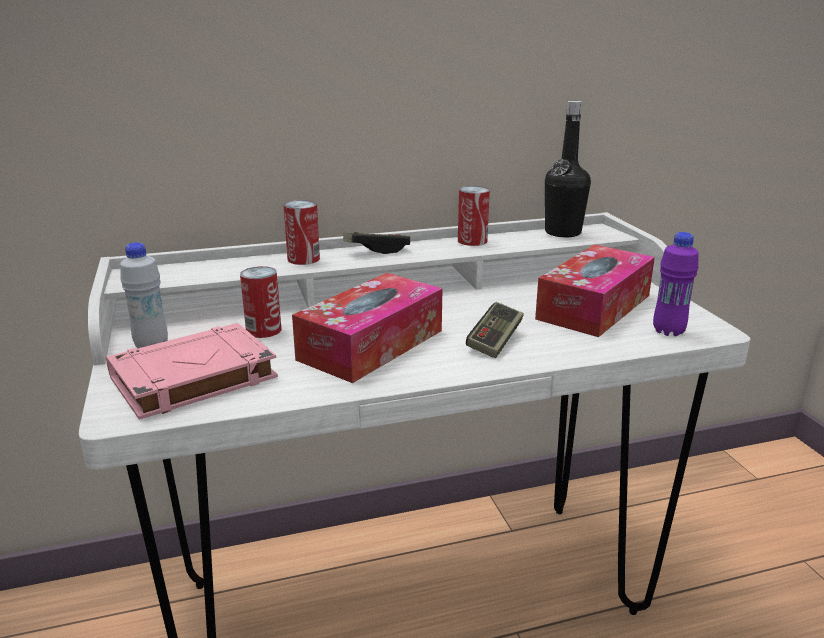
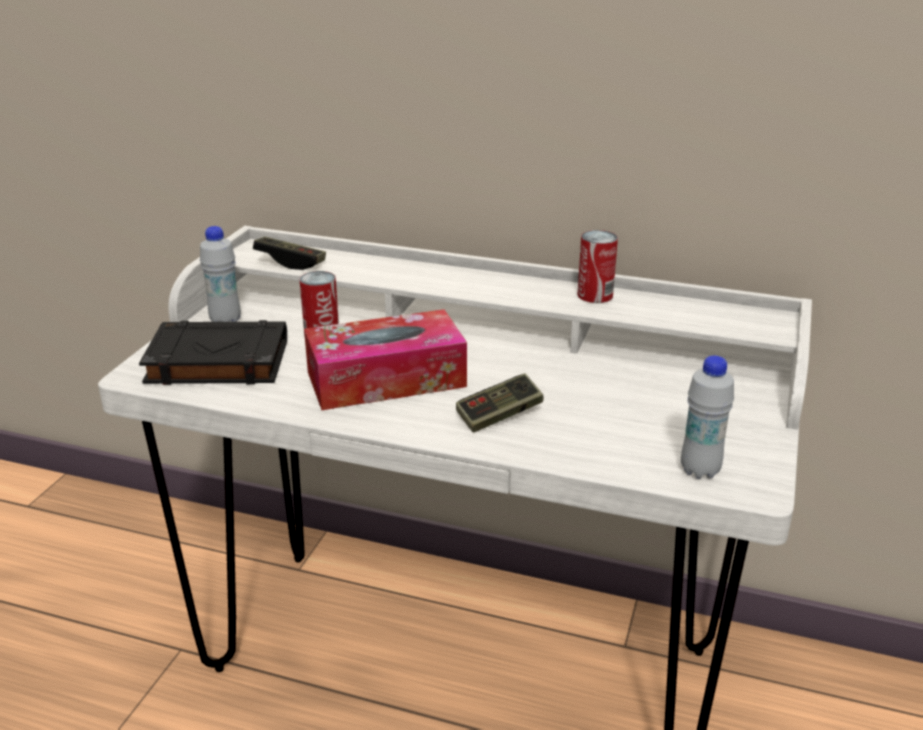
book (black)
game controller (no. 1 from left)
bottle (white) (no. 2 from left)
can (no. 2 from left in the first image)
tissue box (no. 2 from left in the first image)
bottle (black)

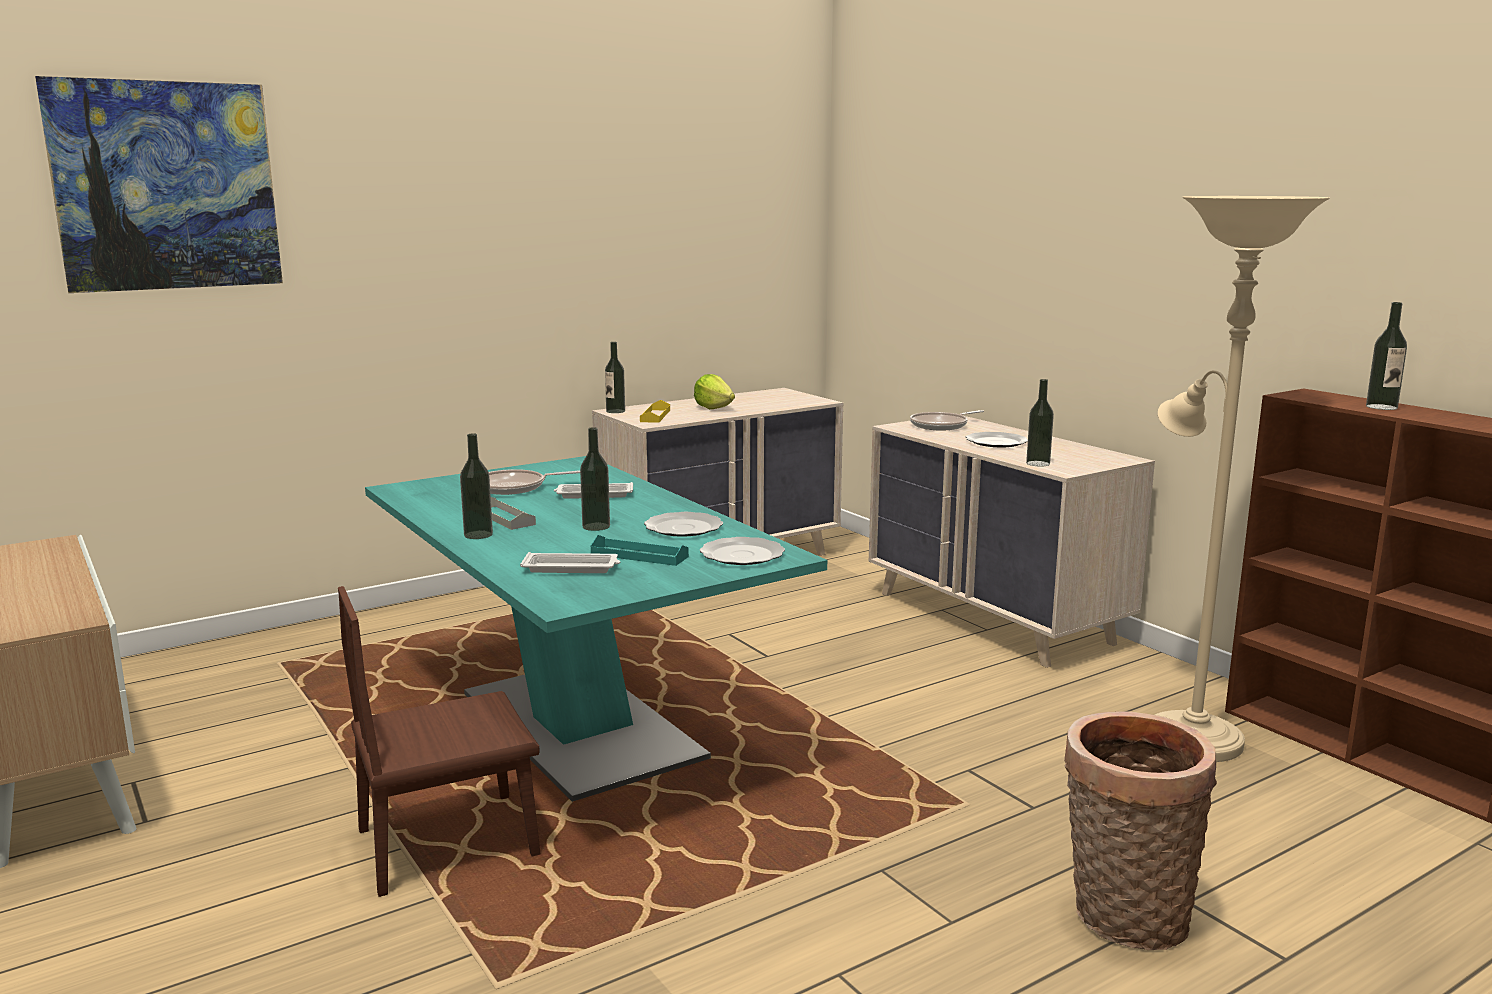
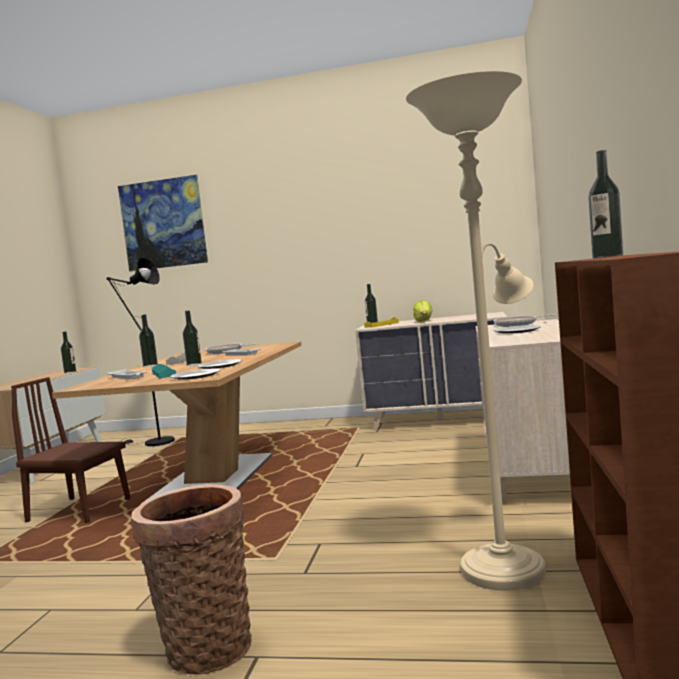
dining table (brown)
bottle (no. 1 from left)
floor lamp (black)

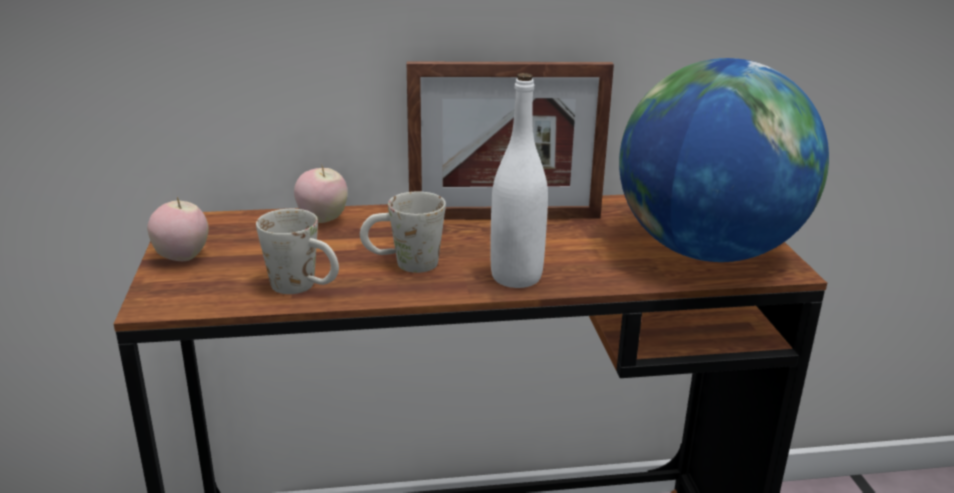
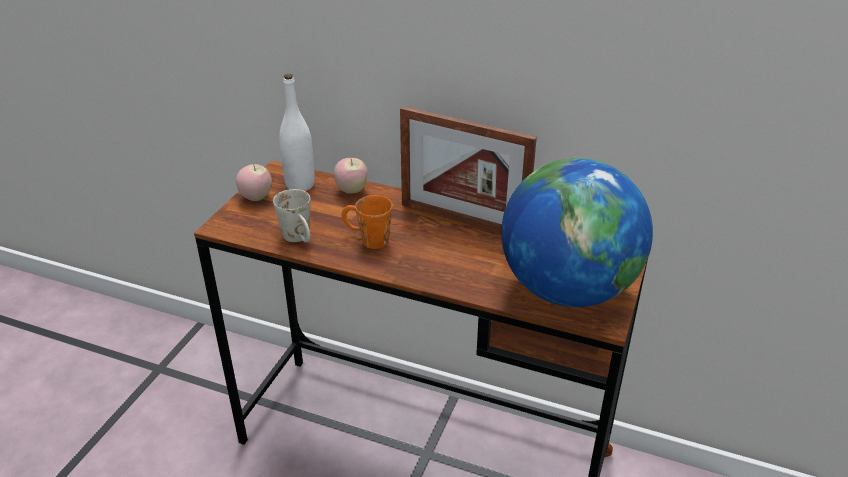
bottle (white)
mug (orange)

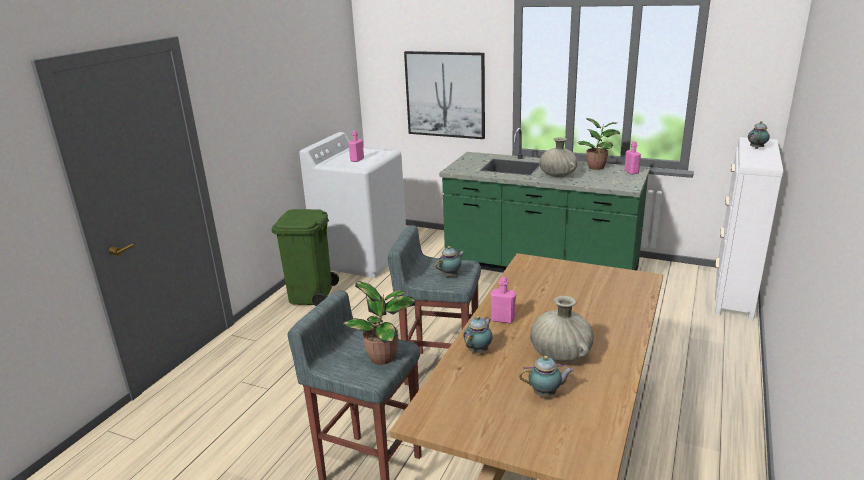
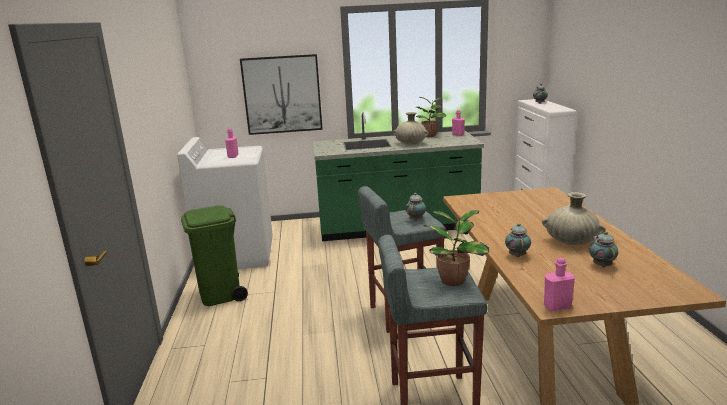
bottle (pink) (no. 3 from left)
teapot (no. 4 from left)

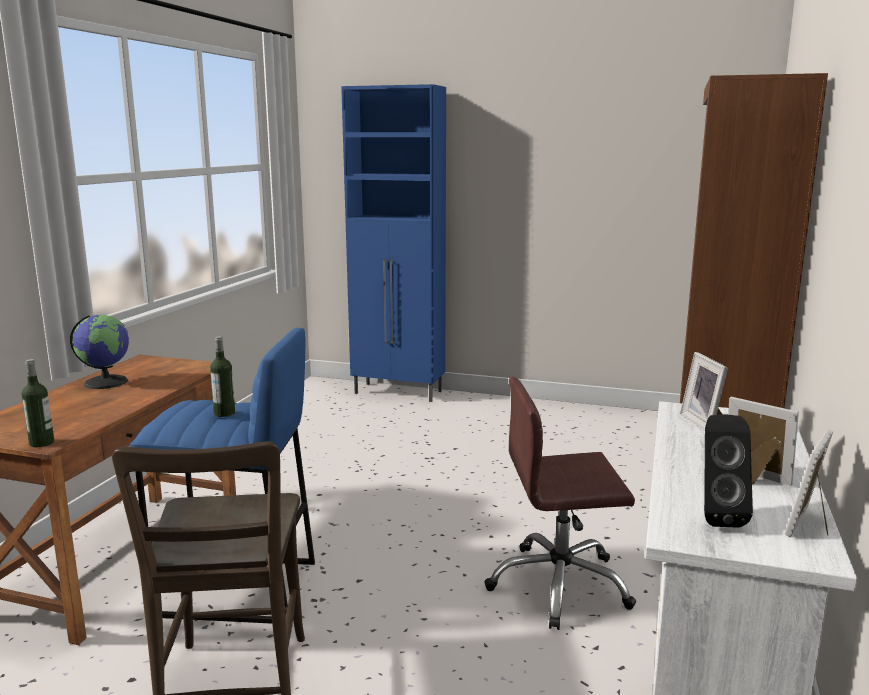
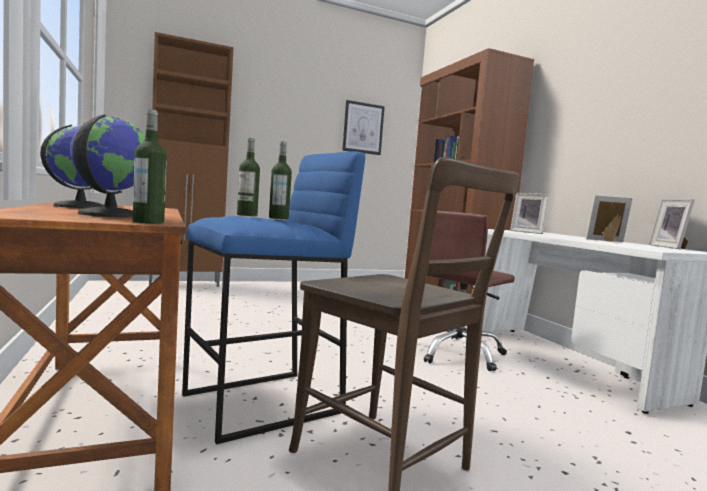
globe (no. 2 from left)
cabinet (brown)
bottle (no. 2 from left)
picture
speaker (black)

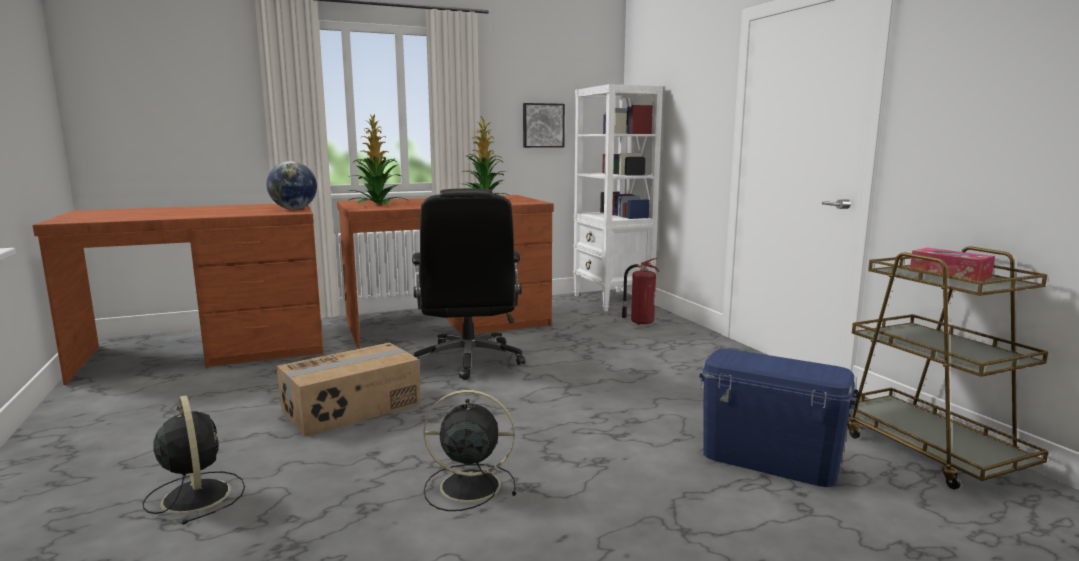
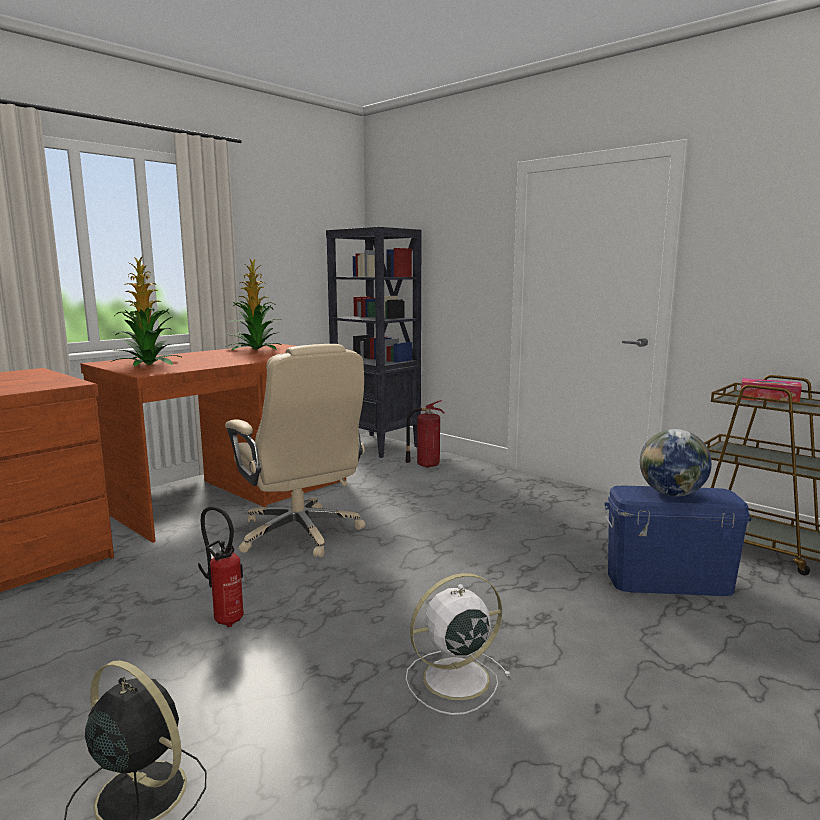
fire extinguisher (no. 1 from left)
office chair (beige)
bookcase (black)
fan (white)
globe
picture

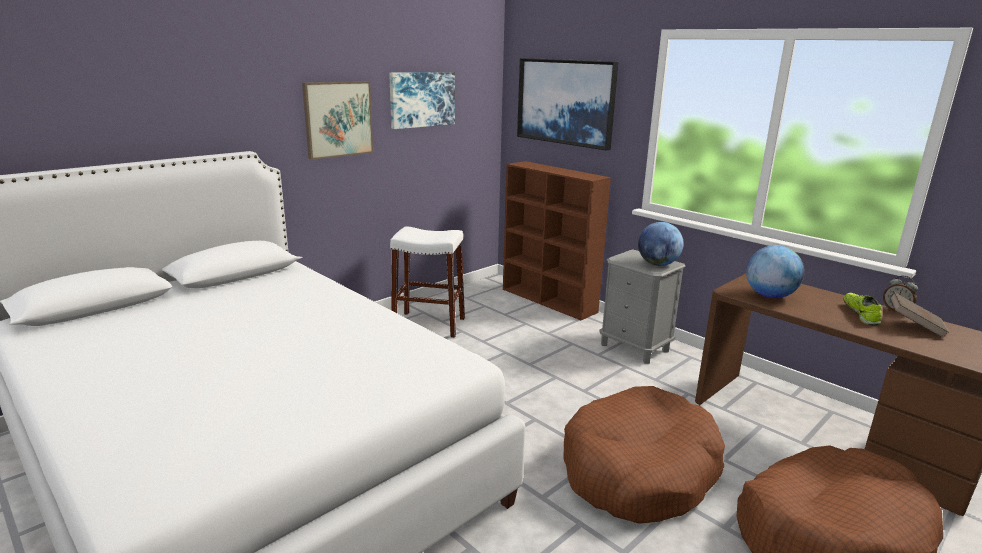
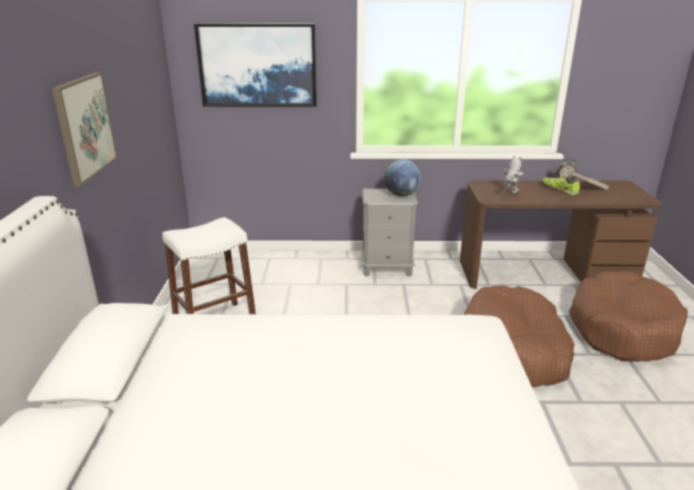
toy robot
picture (no. 2 from left in the first image)
bookcase (brown)

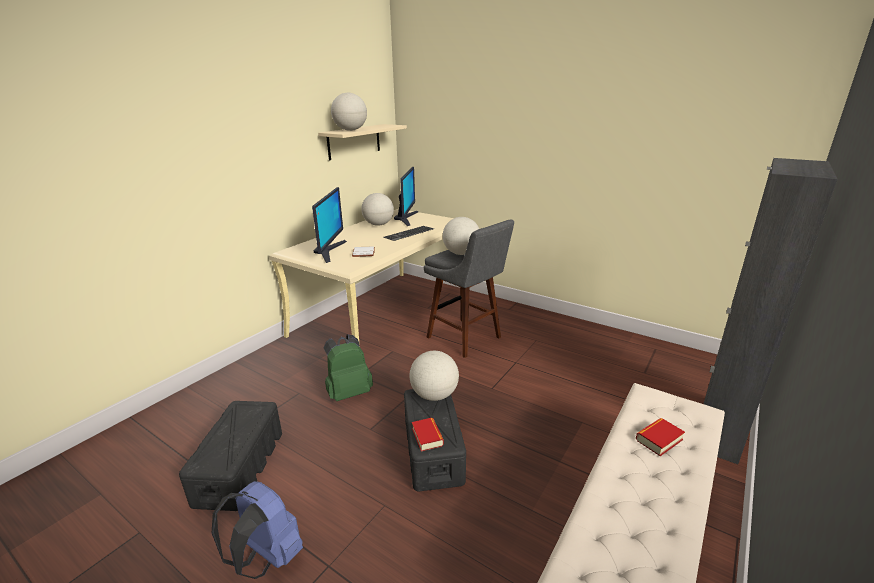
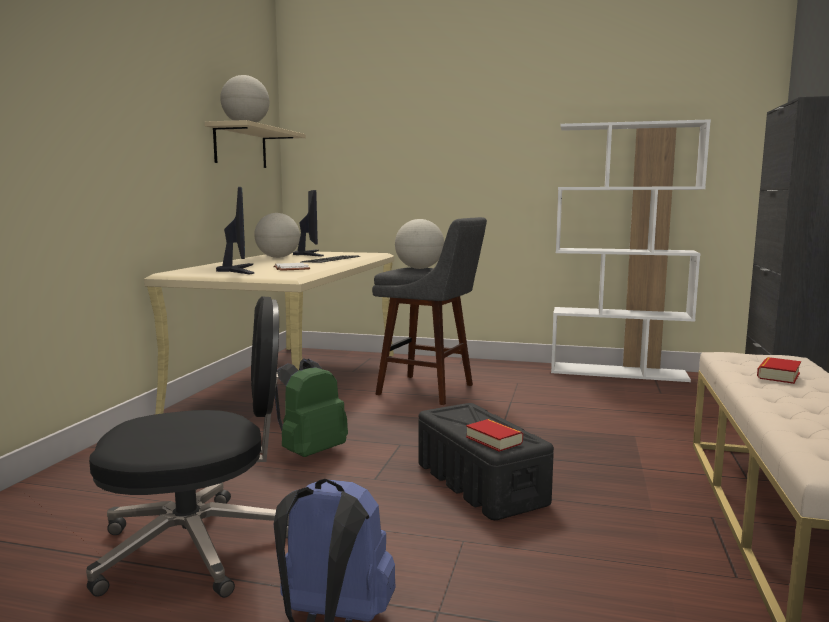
office chair (black)
bookcase (white)
globe (no. 3 from left in the first image)

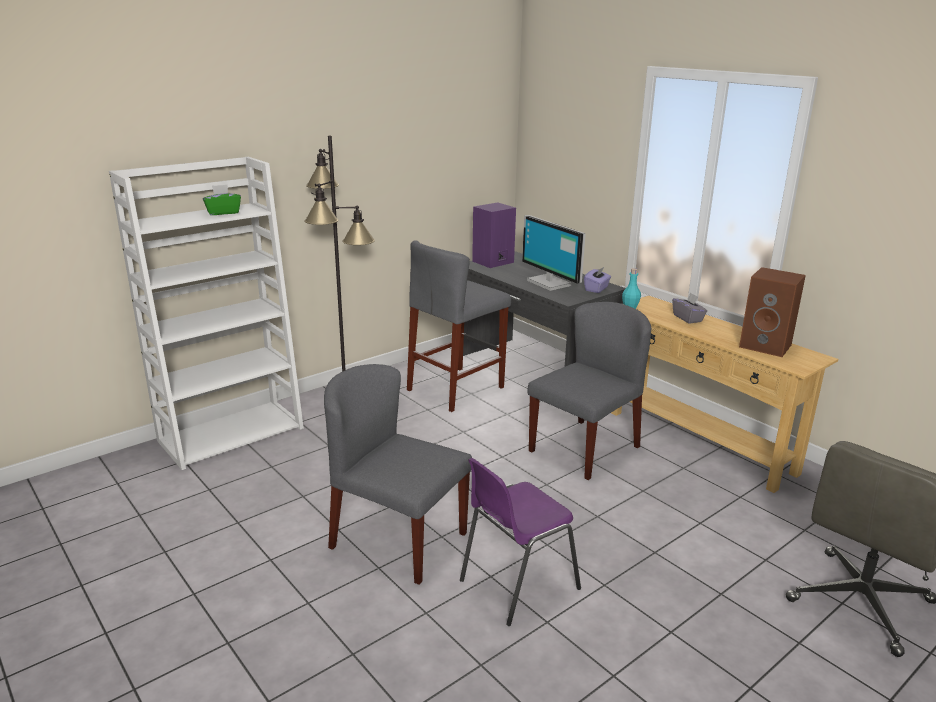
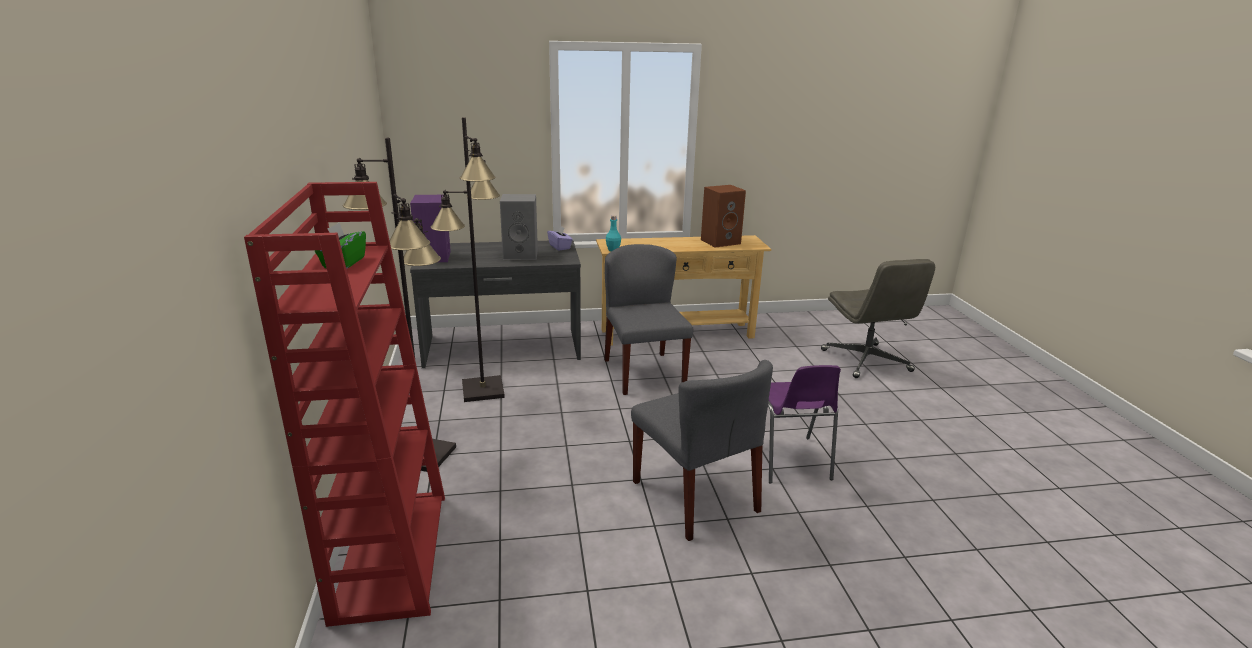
bookcase (red)
floor lamp (black) (no. 2 from left)
speaker (grey)
chair (grey) (no. 2 from left)
tissue box (grey)

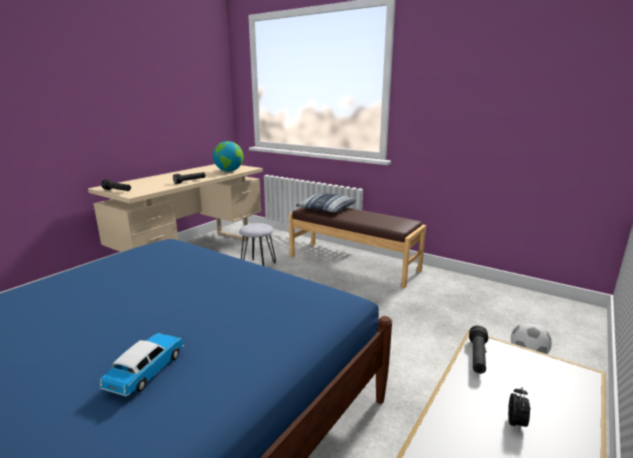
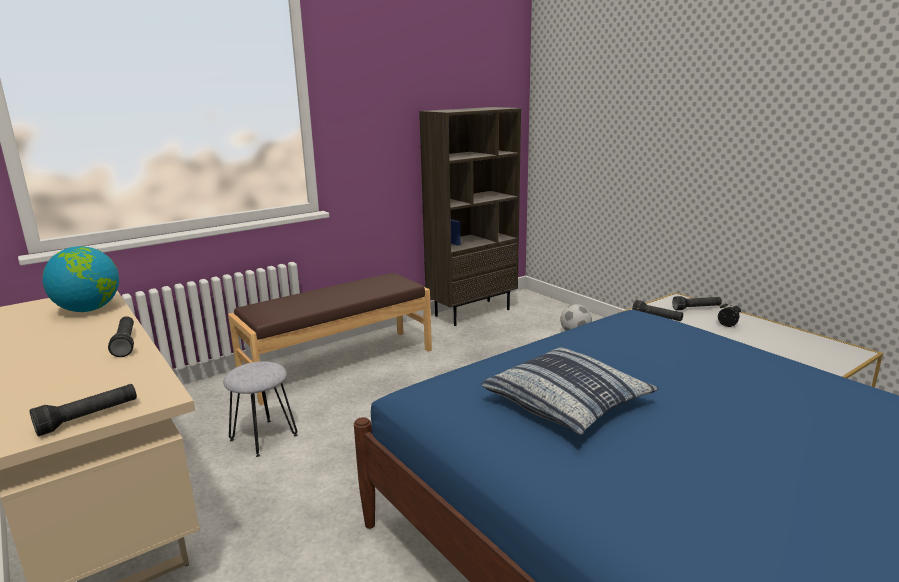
bookcase (brown)
pillow
flashlight (black) (no. 4 from left)
toy car

